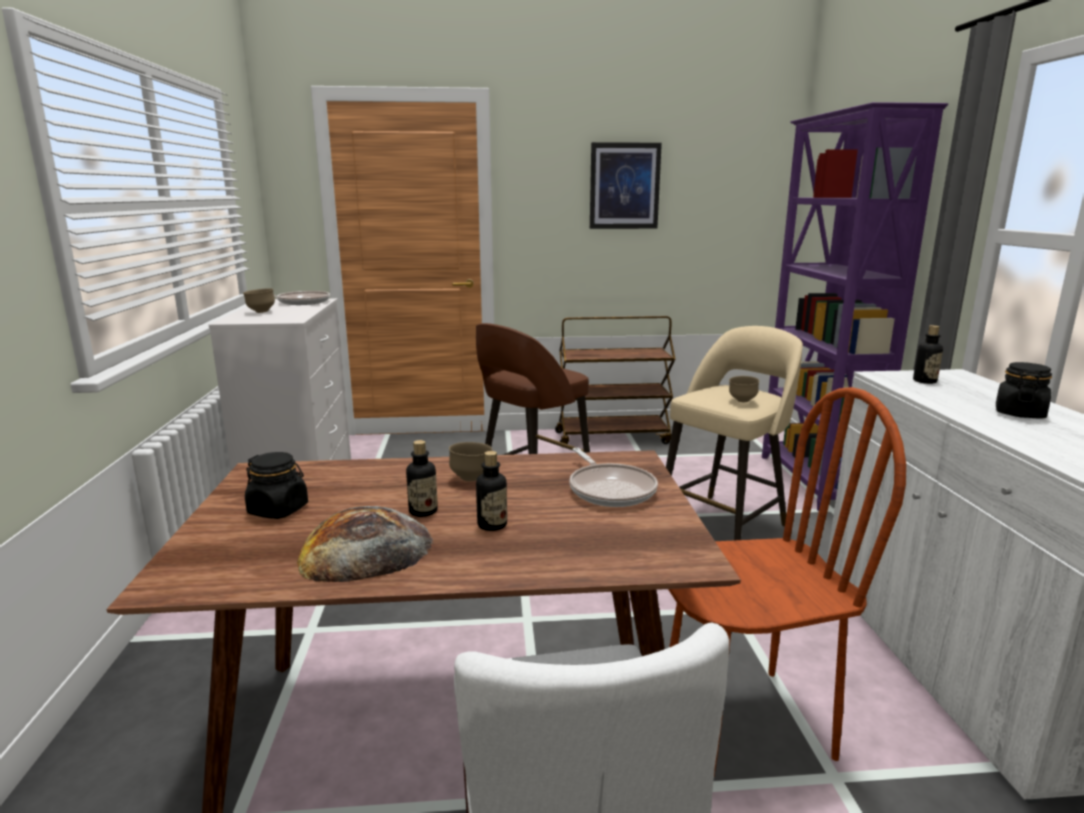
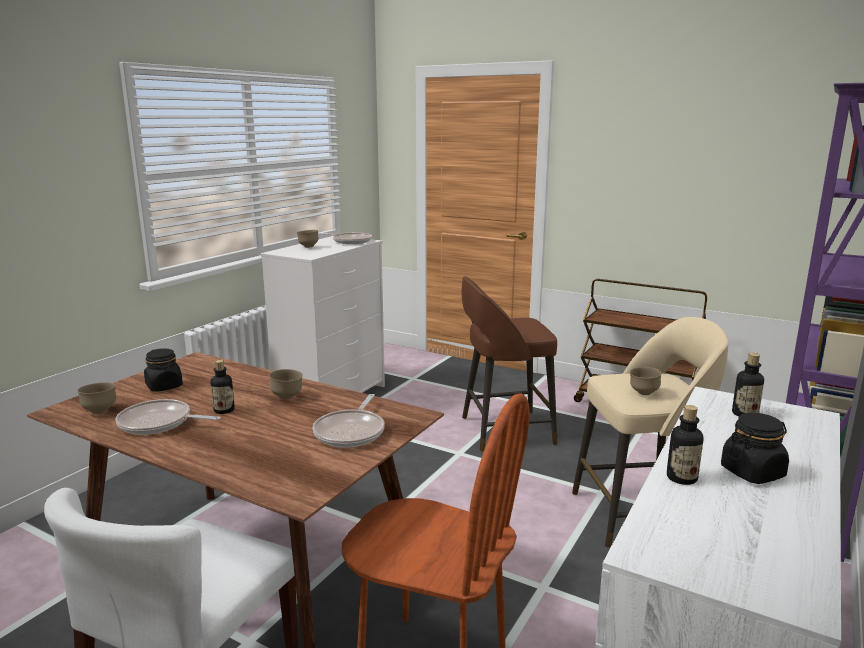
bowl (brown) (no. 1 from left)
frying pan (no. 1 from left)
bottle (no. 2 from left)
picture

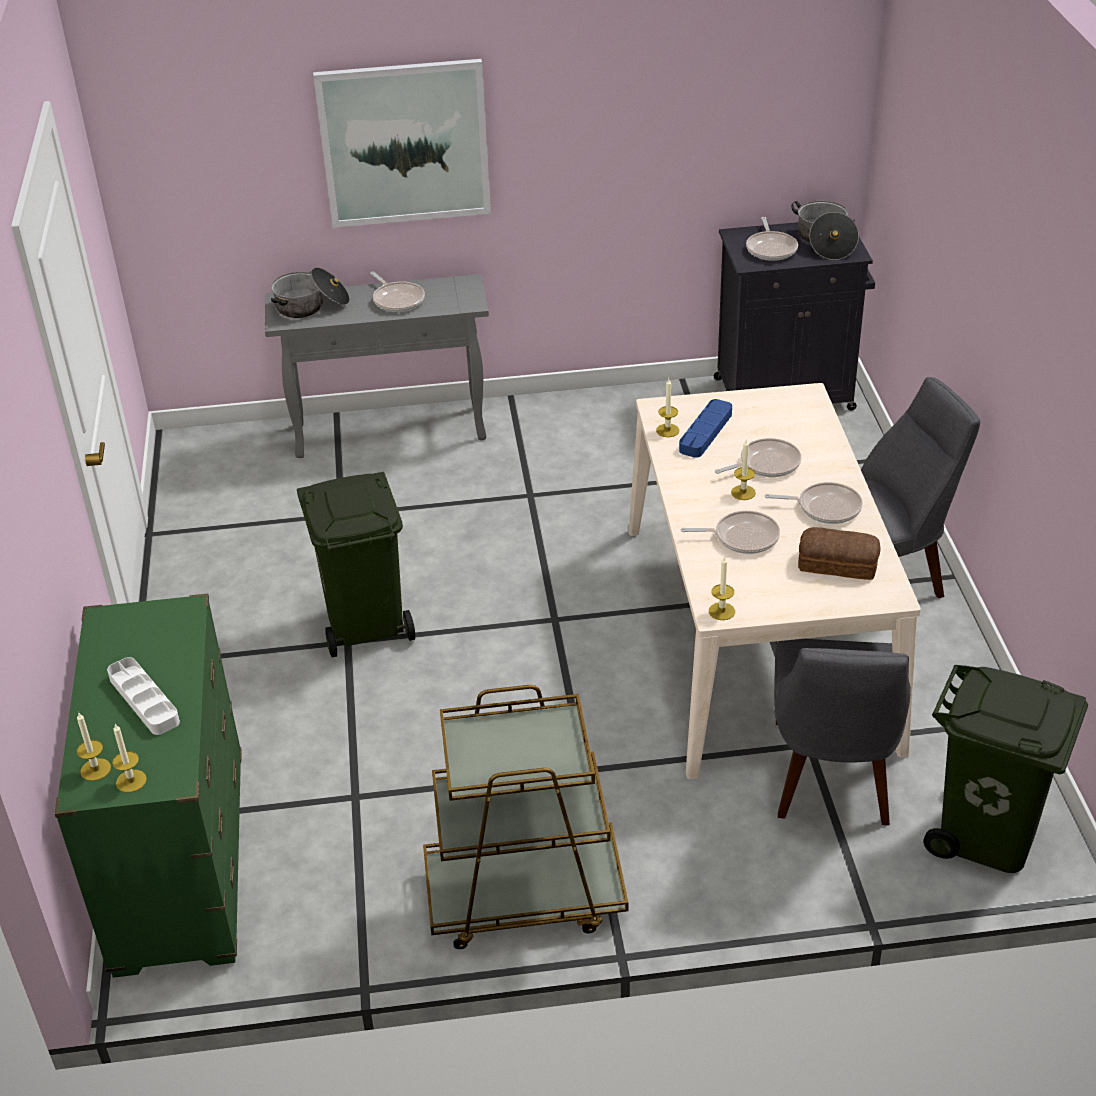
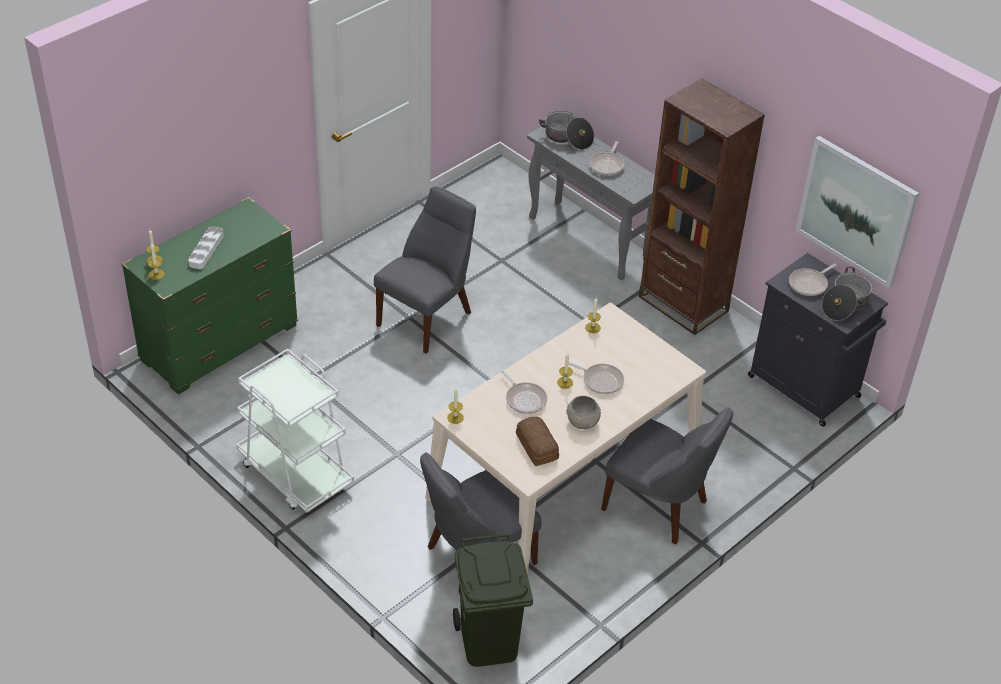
cart (white)
chair (grey) (no. 1 from left)
bowl (grey)
bookcase (brown)
picture
tray (blue)

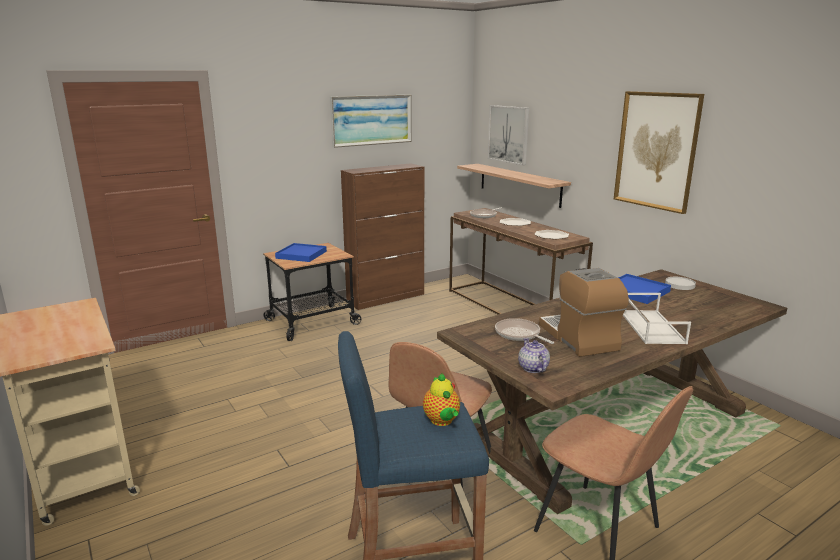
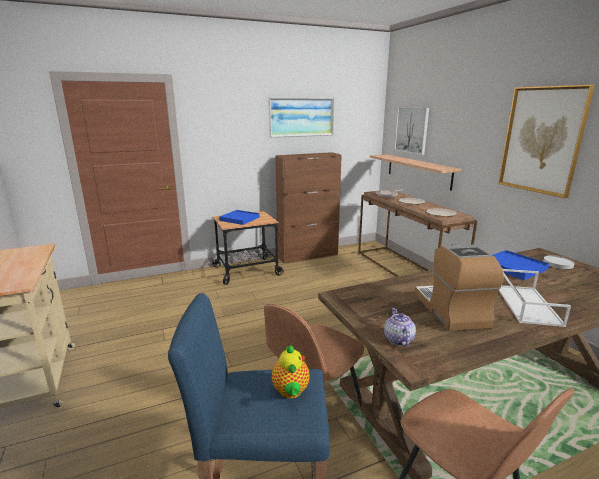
frying pan (no. 2 from left in the first image)

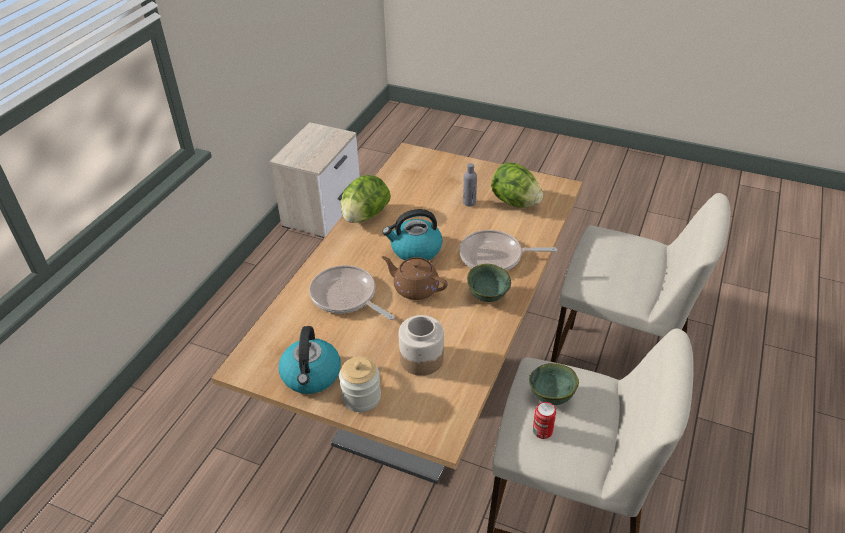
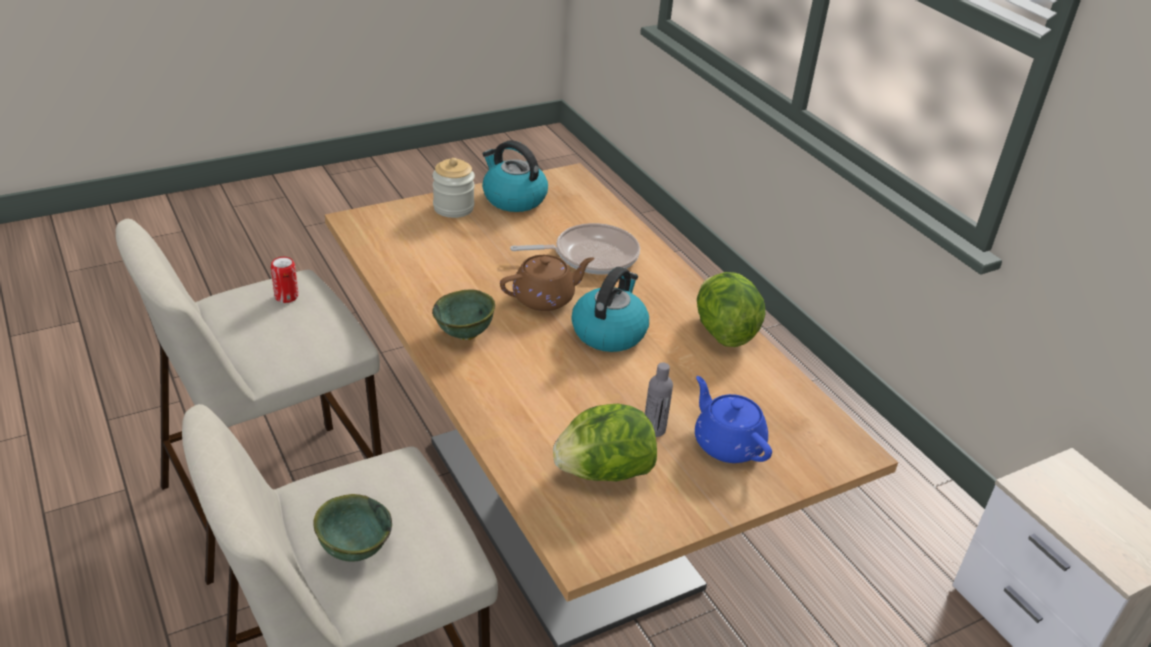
bowl (green) (no. 1 from left)
teapot (blue)
jar (no. 2 from left in the first image)
frying pan (no. 2 from left in the first image)

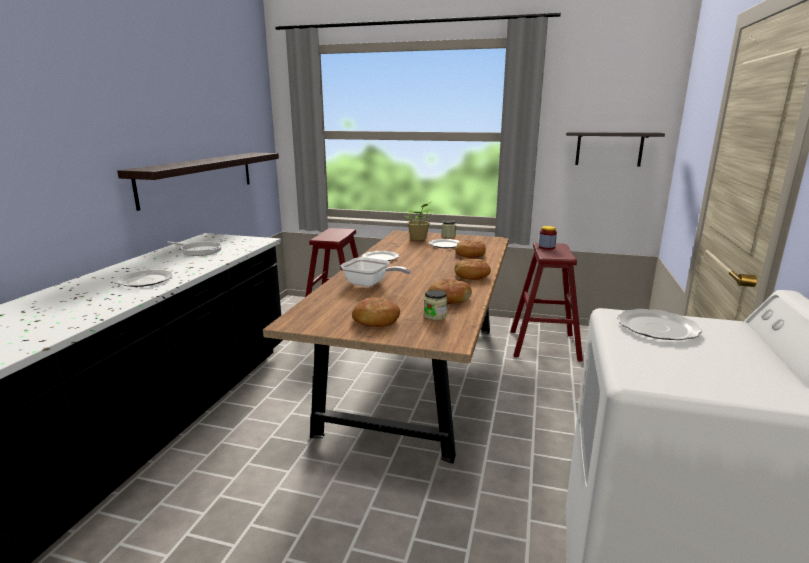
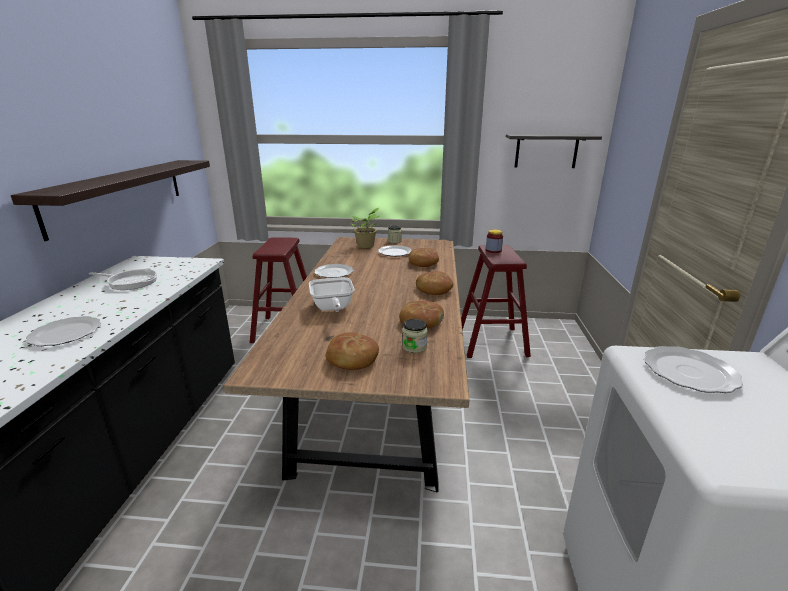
frying pan (no. 2 from left)

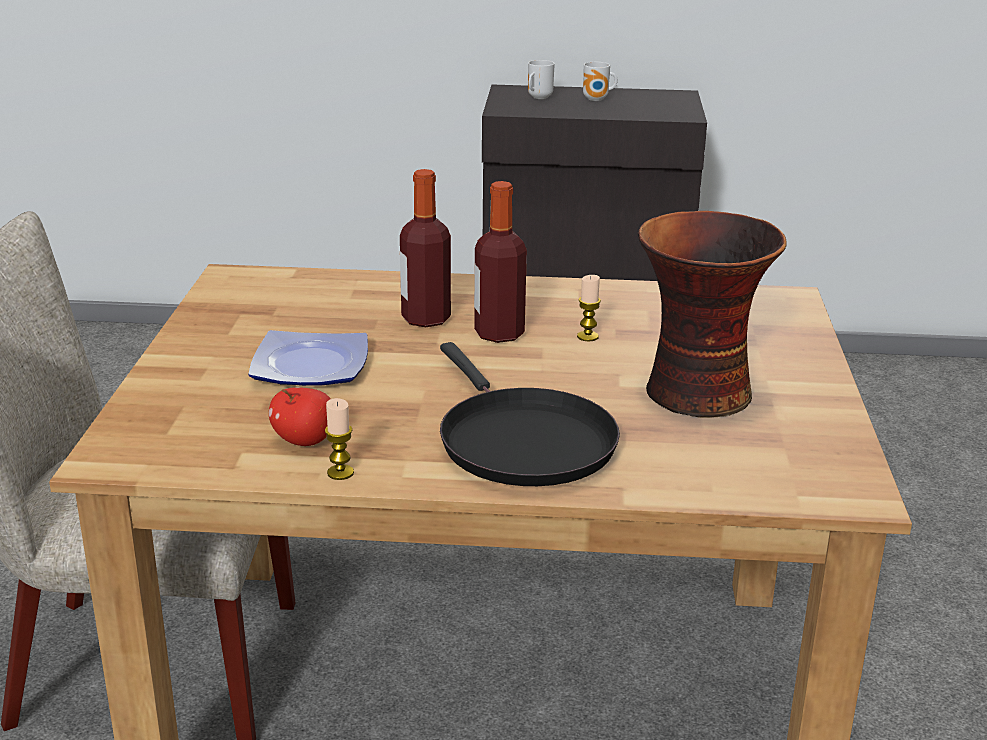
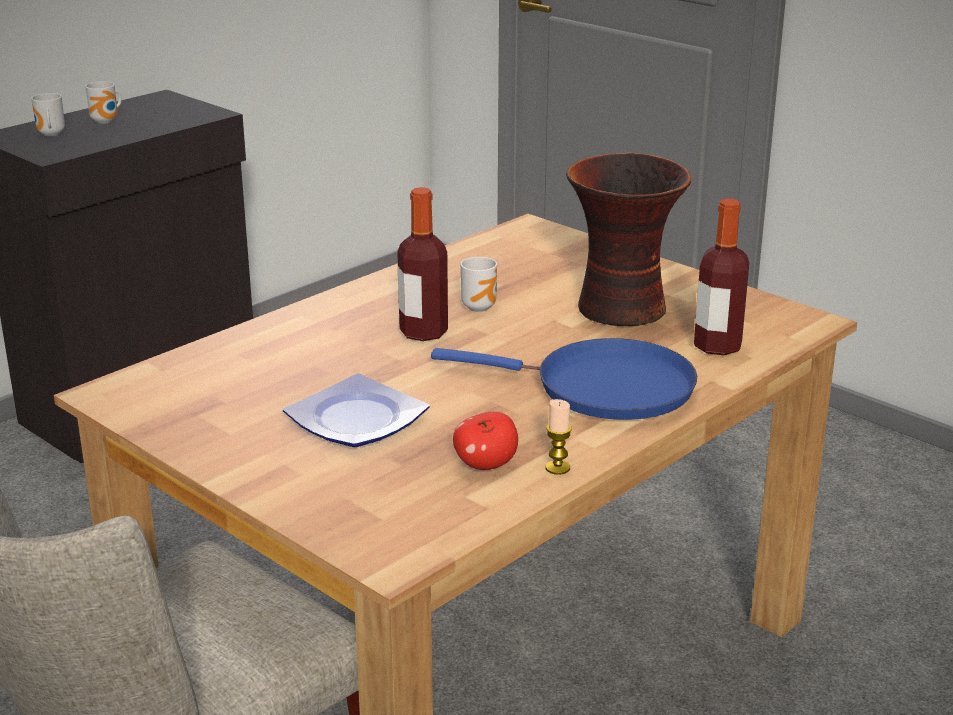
frying pan (blue)
mug (no. 3 from left)
bottle (no. 2 from left)

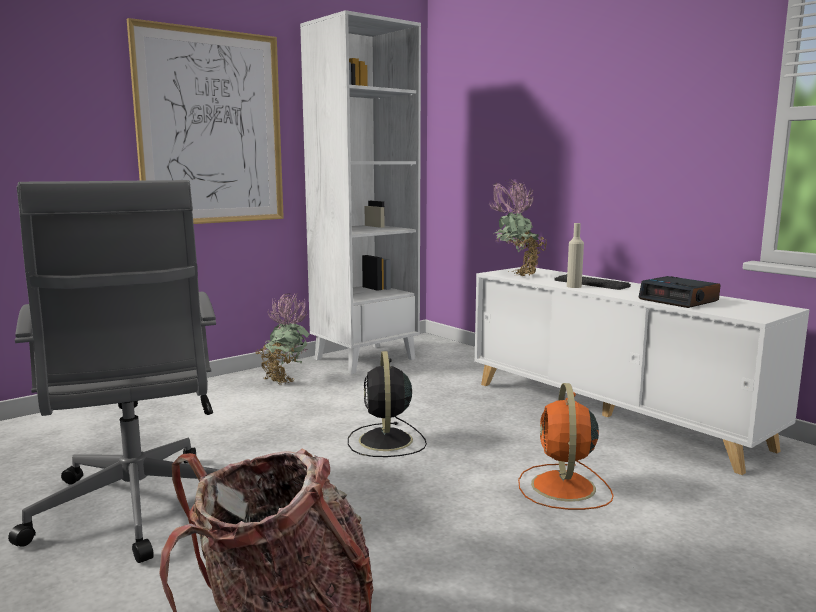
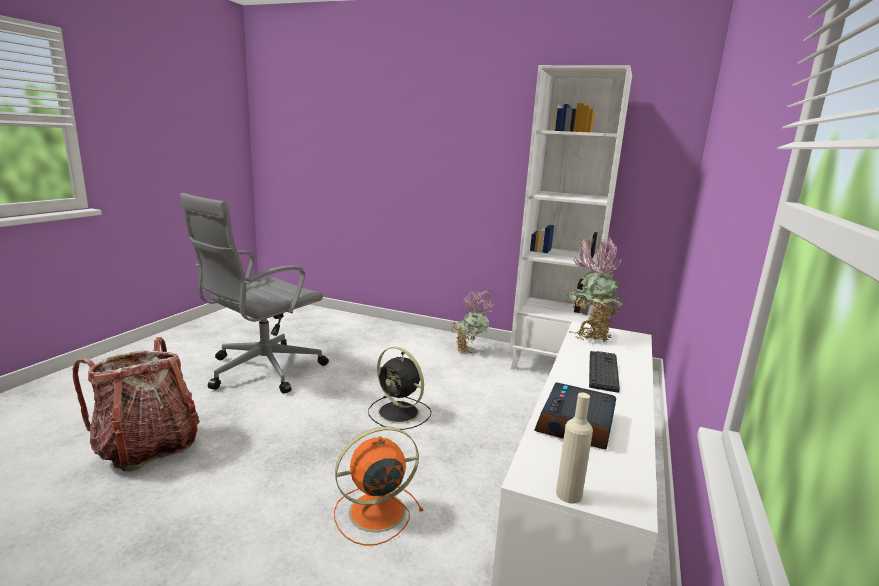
fan (black)
bottle (beige)
picture

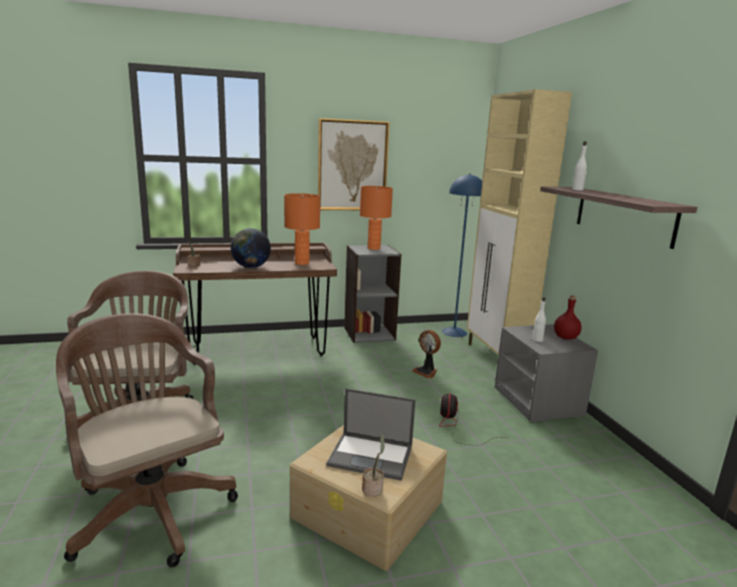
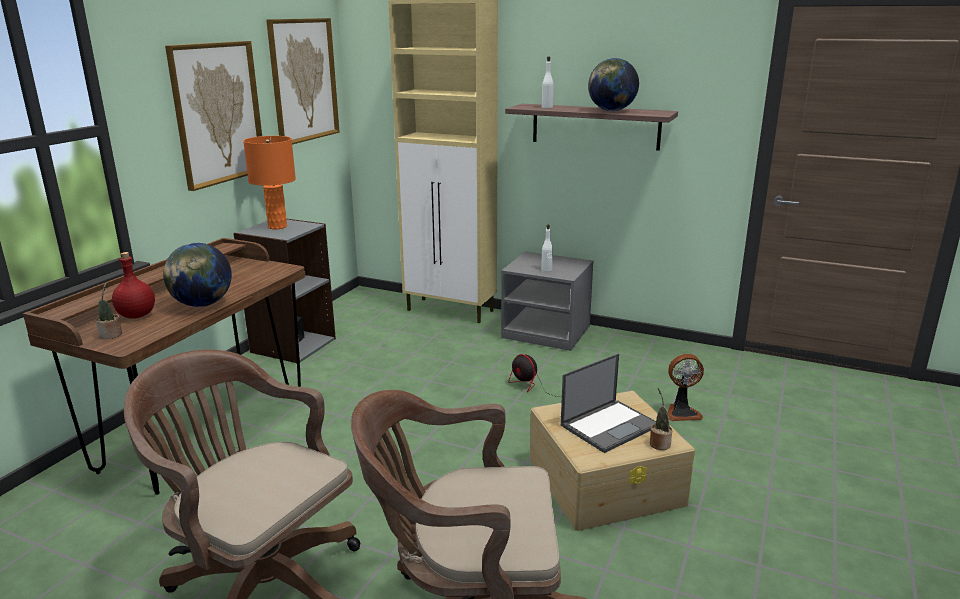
bottle (red)
picture (no. 2 from left)
globe (no. 2 from left)
fan (no. 2 from left)
table lamp (orange) (no. 1 from left in the first image)
floor lamp (blue)

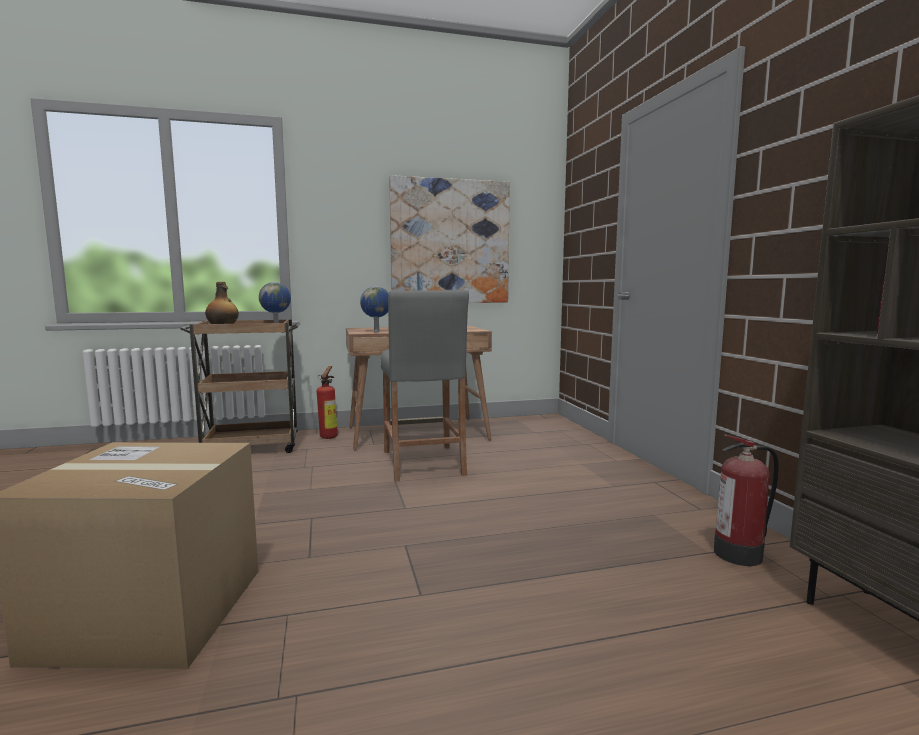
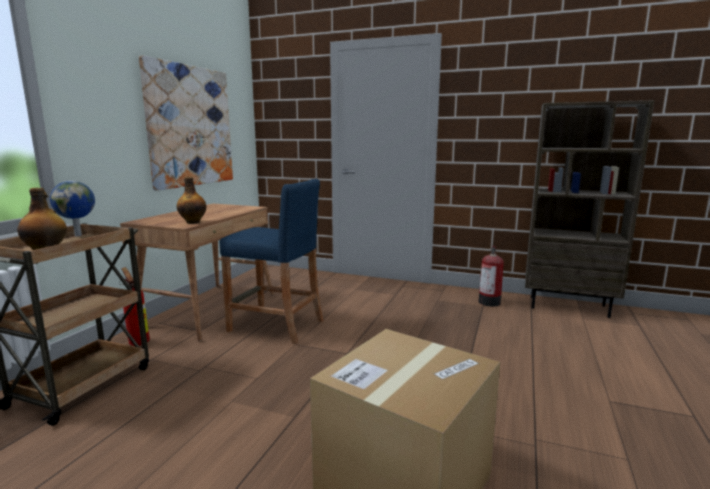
bottle (no. 2 from left)
stool (blue)

